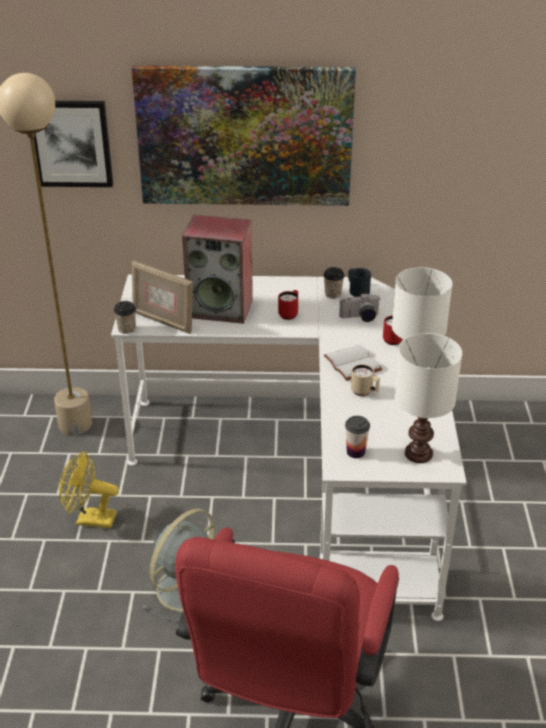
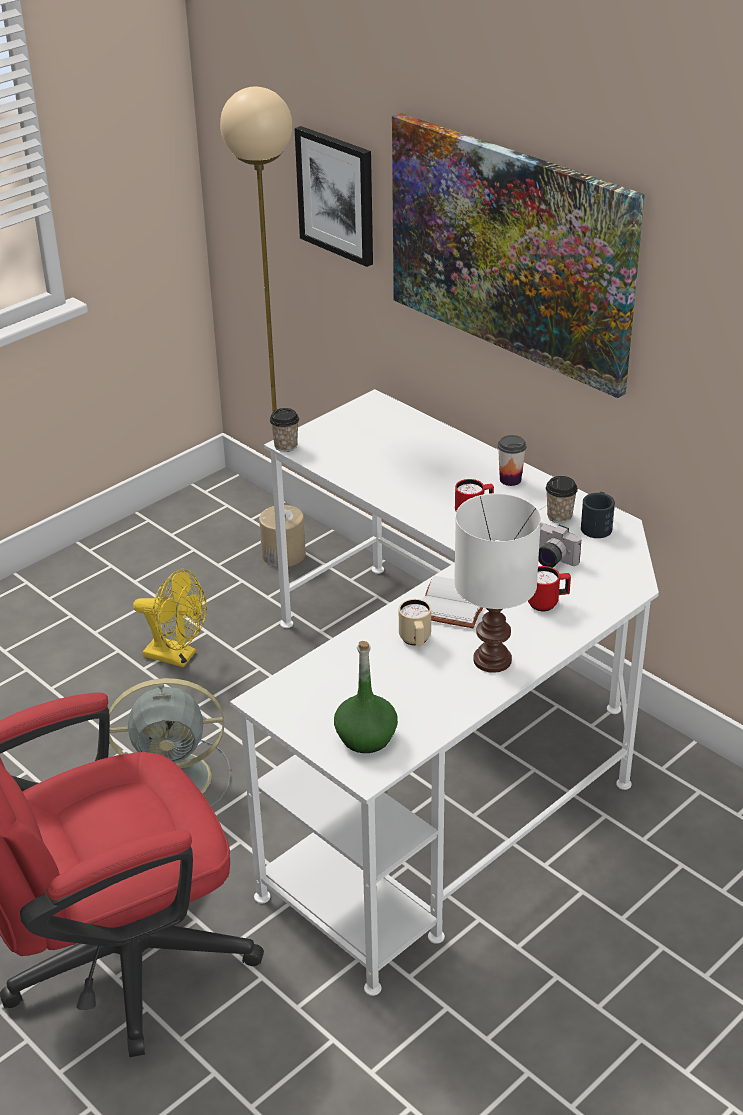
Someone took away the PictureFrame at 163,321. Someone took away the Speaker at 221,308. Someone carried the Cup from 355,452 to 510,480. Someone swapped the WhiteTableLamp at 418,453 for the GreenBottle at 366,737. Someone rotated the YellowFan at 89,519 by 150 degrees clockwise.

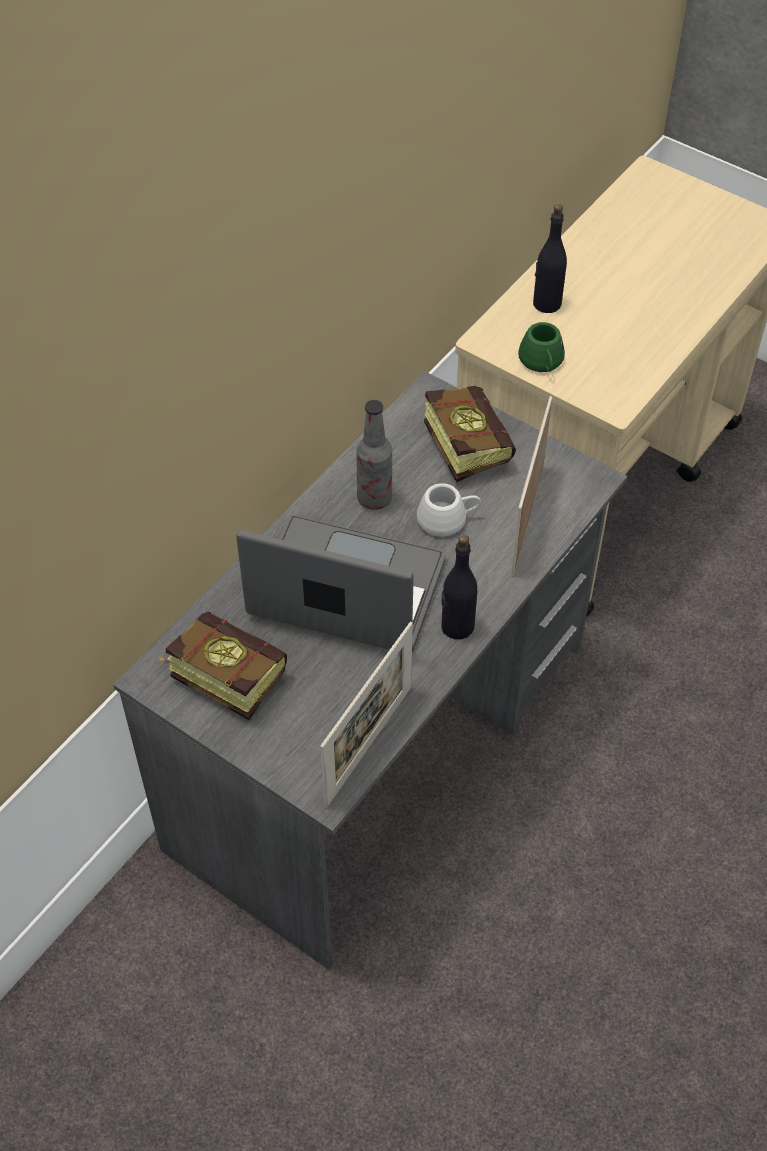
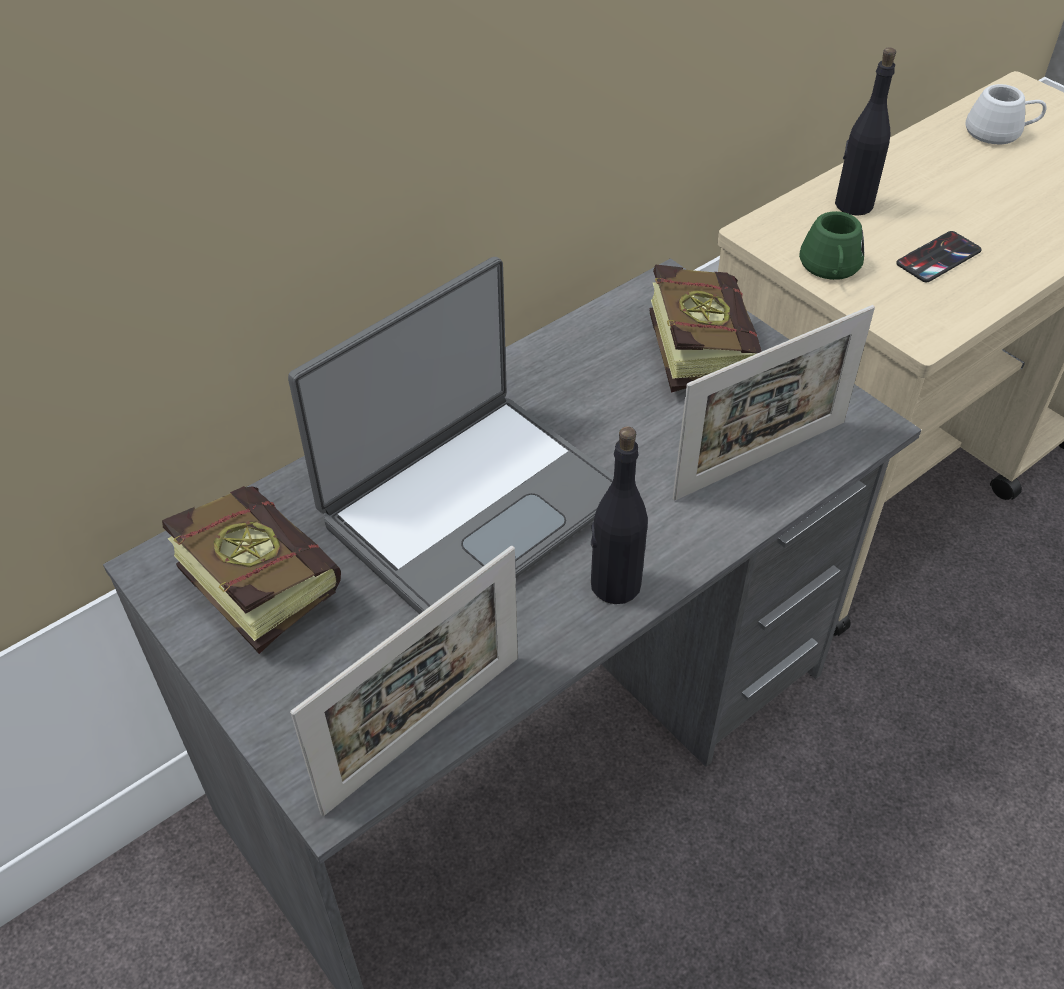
Someone took away the Bottle at 374,498. Someone put down the Phone at 938,257. Someone carried the WhiteMug from 448,519 to 1000,132. Someone rotated the Laptop at 345,592 by 105 degrees clockwise. Someone rotated the PictureFrame at 527,519 by 150 degrees counterclockwise.

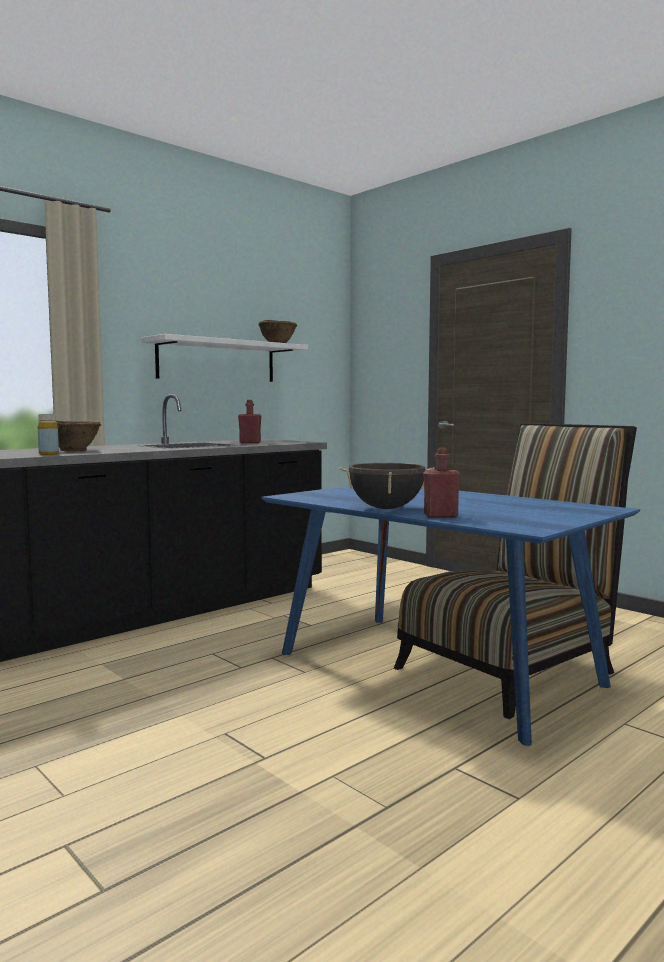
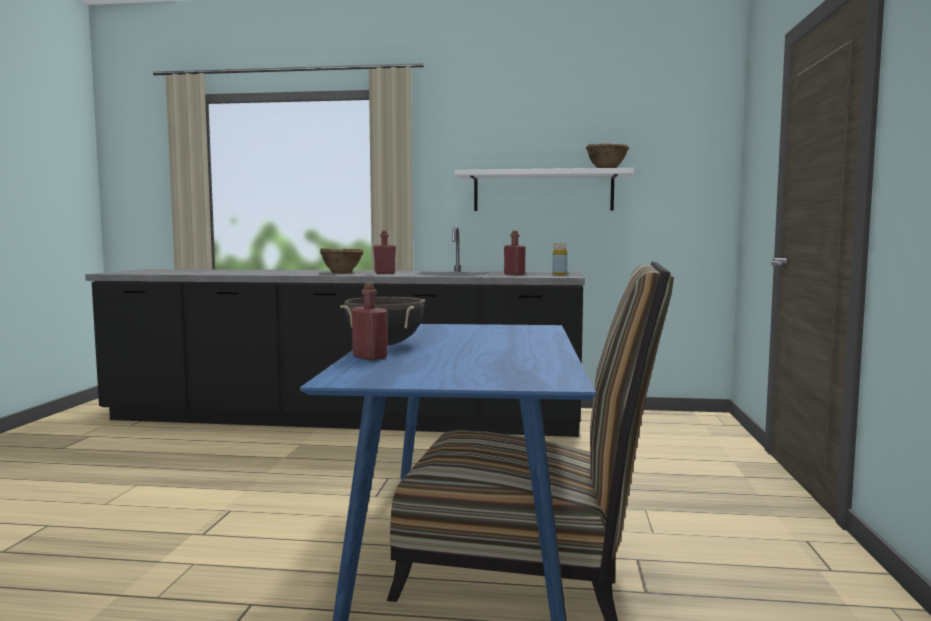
Someone put down the RedBottle at 384,273. Someone carried the YellowBottle from 49,454 to 559,274.

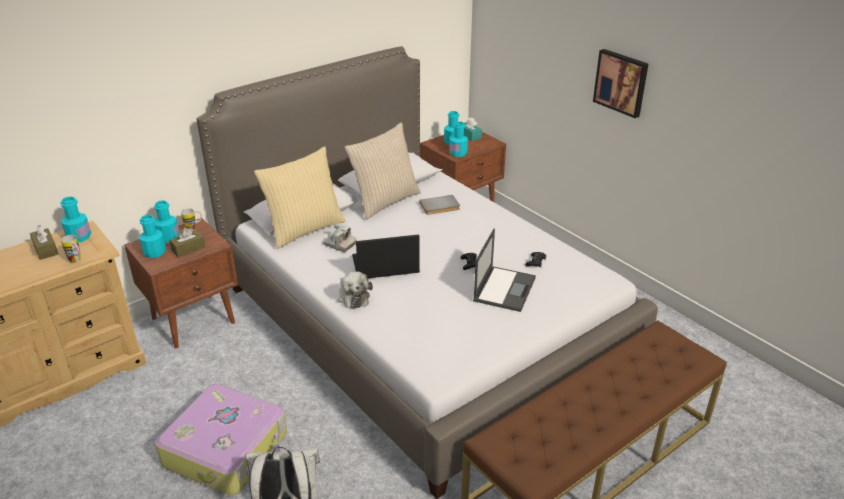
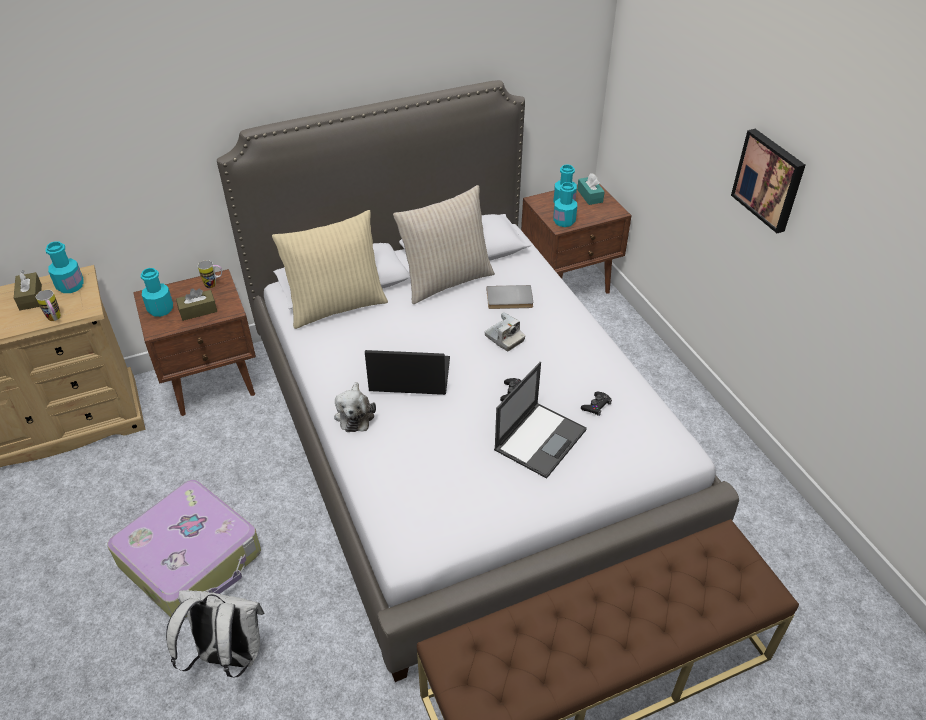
Someone took away the TurquoiseBottle at 168,237. Someone carried the PhotoCamera from 339,244 to 504,338.

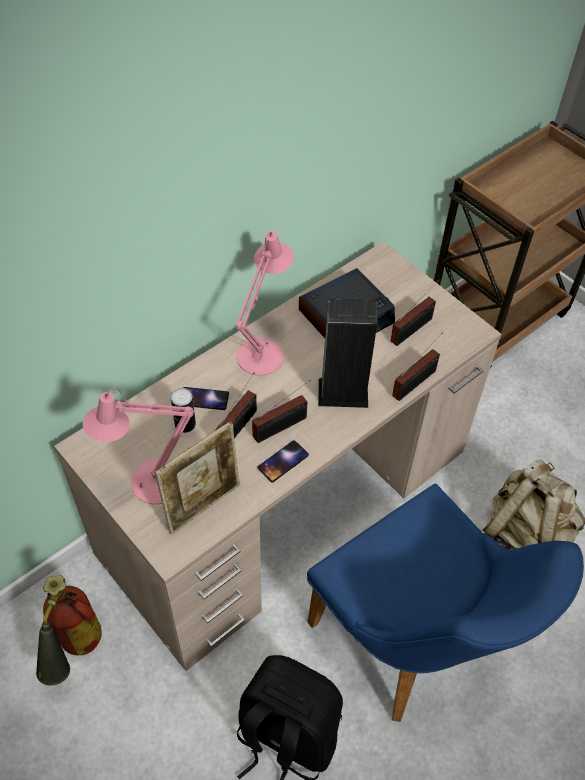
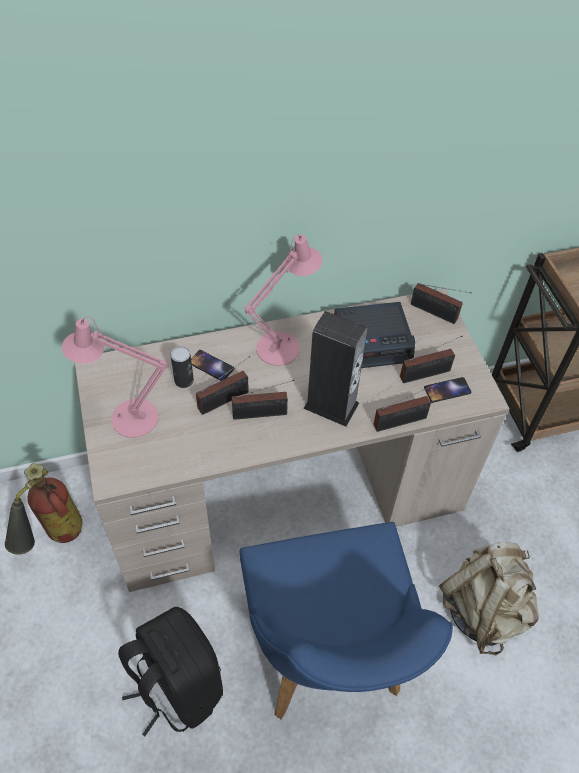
Someone took away the PictureFrame at 203,505. Someone put down the Radio at 436,313. Someone carried the Phone from 283,461 to 447,390.

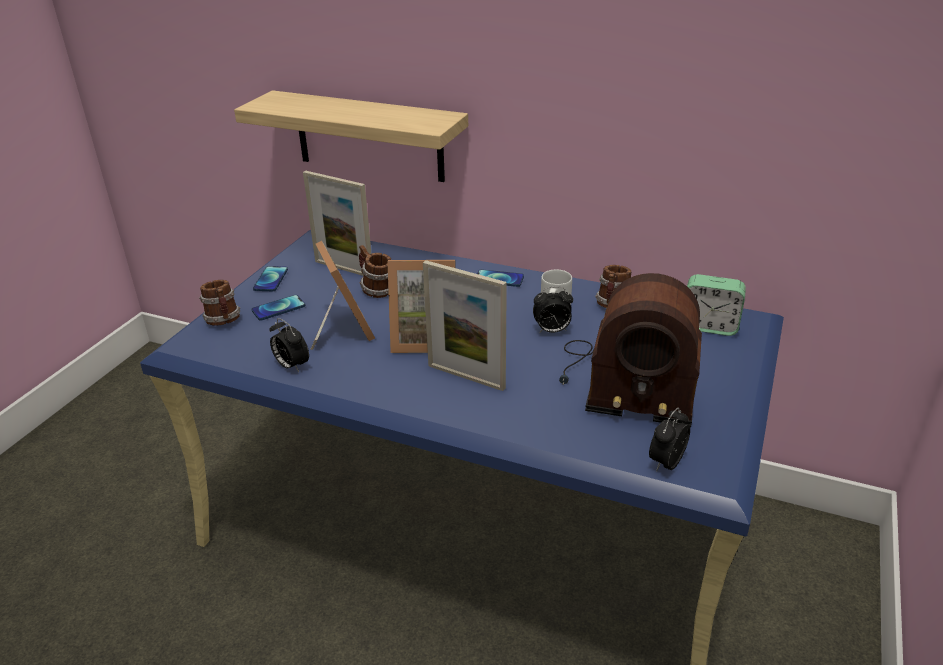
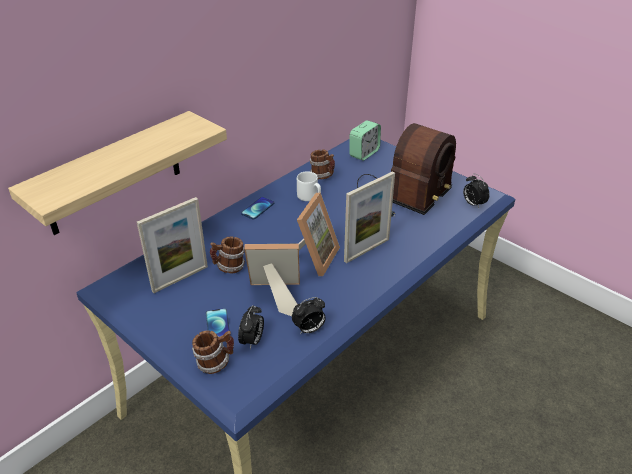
Someone took away the Phone at 271,279. Someone carried the AlarmClock from 551,331 to 252,341.

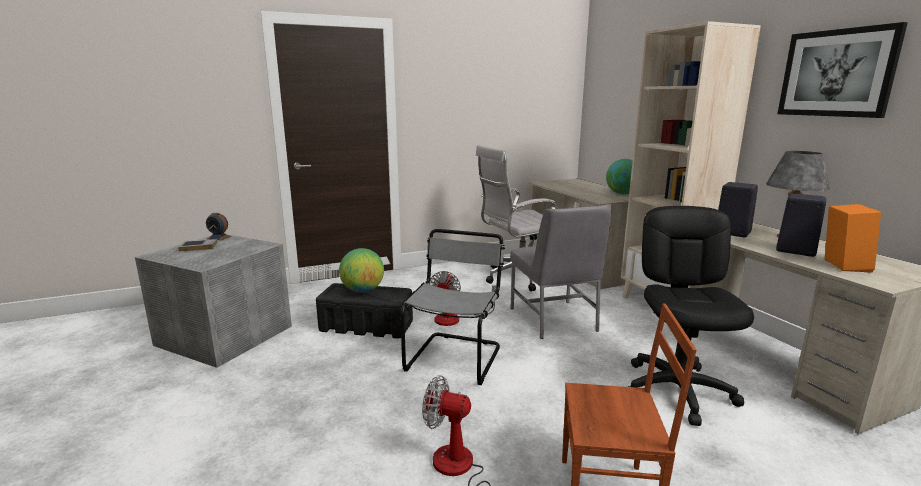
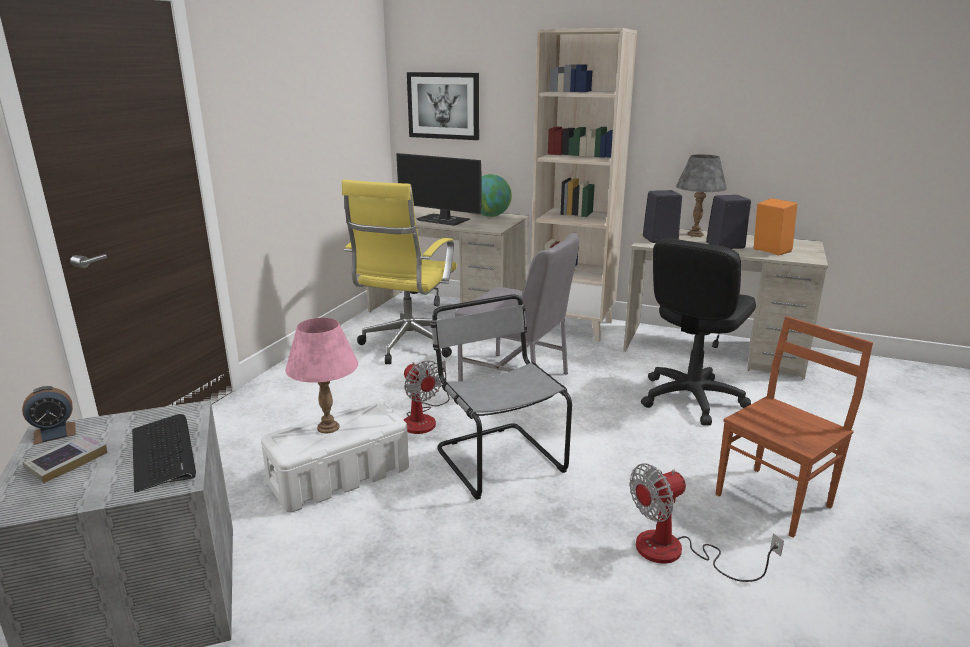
Someone put down the Keyboard at 163,452. Someone put down the Monitor at 444,220. Someone carried the Picture from 836,73 to 443,105. Someone swapped the Globe at 363,290 for the PinkTableLamp at 328,427. Someone repainted the BlackStorageBox at 367,326, which became the WhiteStorageBox at 340,475. Someone repainted the WhiteOfficeChair at 517,277, which became the YellowOfficeChair at 406,346. Someone rotated the BlackOfficeChair at 677,390 by 105 degrees counterclockwise.

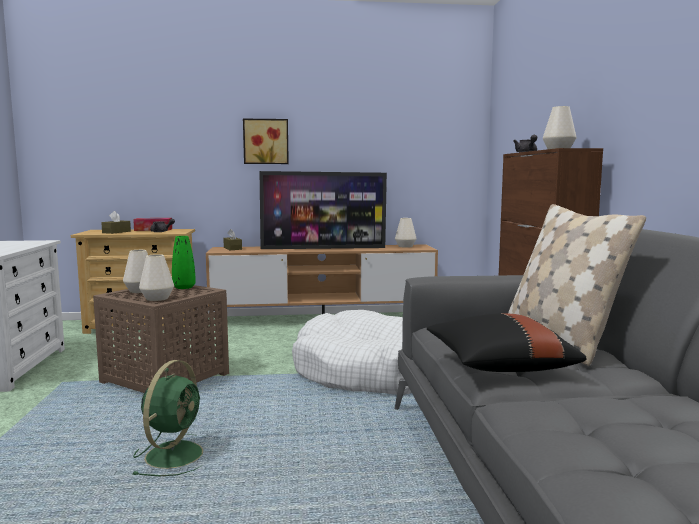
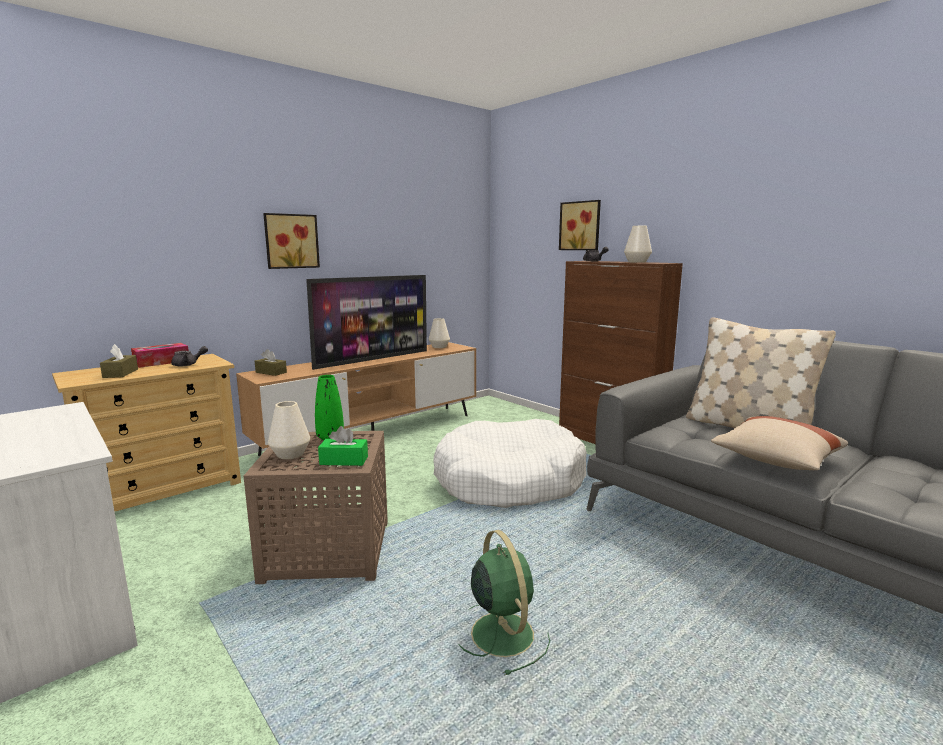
Someone put up the Picture at 581,226. Someone swapped the WhiteVase at 157,298 for the GreenTissueBox at 344,460. Someone repainted the BlackPillow at 498,366, which became the BeigePillow at 775,461.

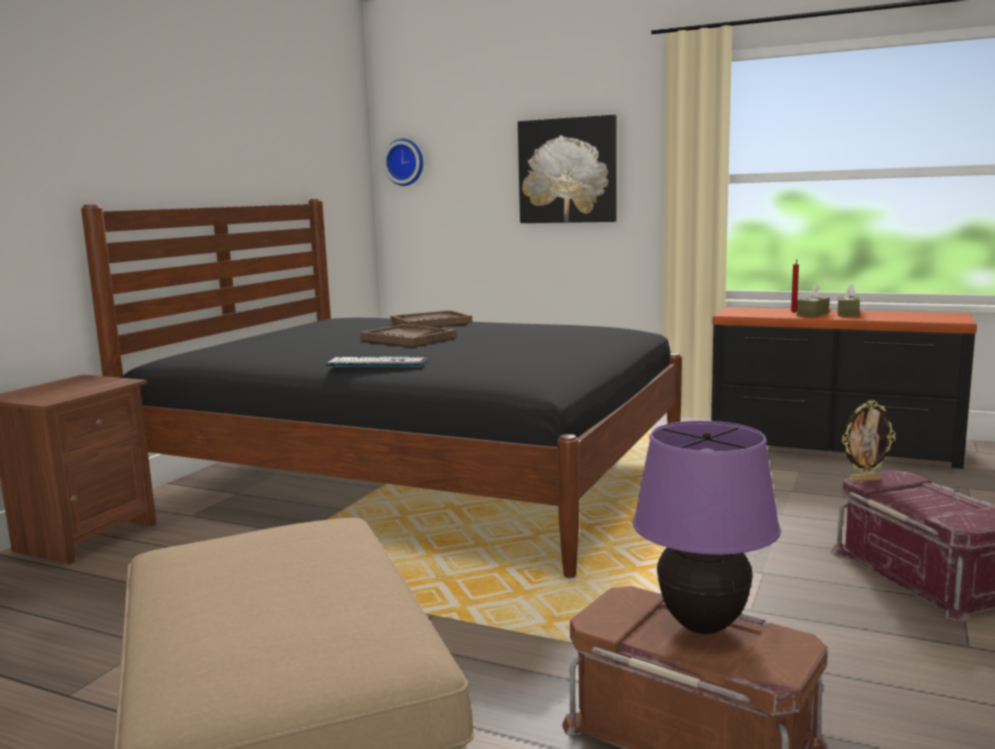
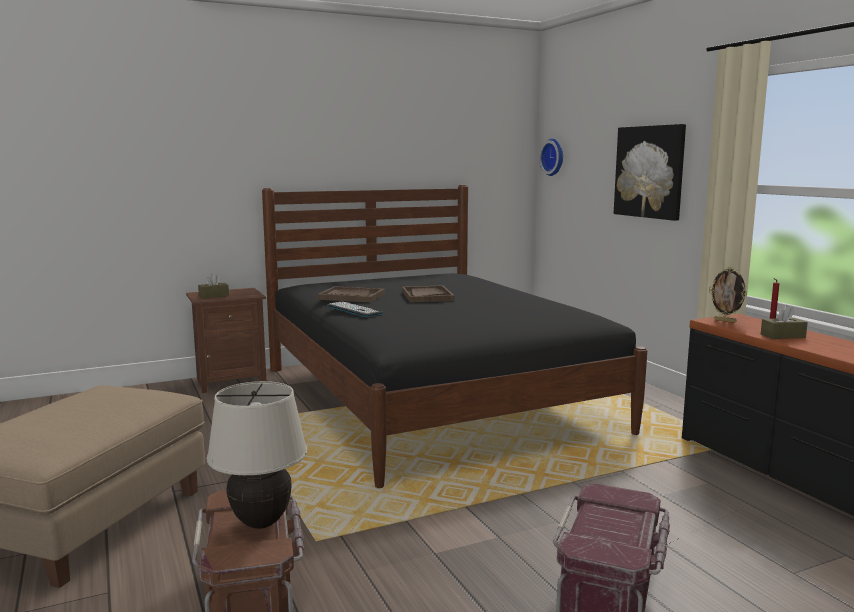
Someone carried the BrownTray from 430,322 to 351,296. Someone carried the BrownTissueBox from 847,313 to 214,296. Someone carried the PictureFrame from 865,479 to 725,321. Someone repainted the PurpleTableLamp at 703,626, which became the BeigeTableLamp at 260,523.

